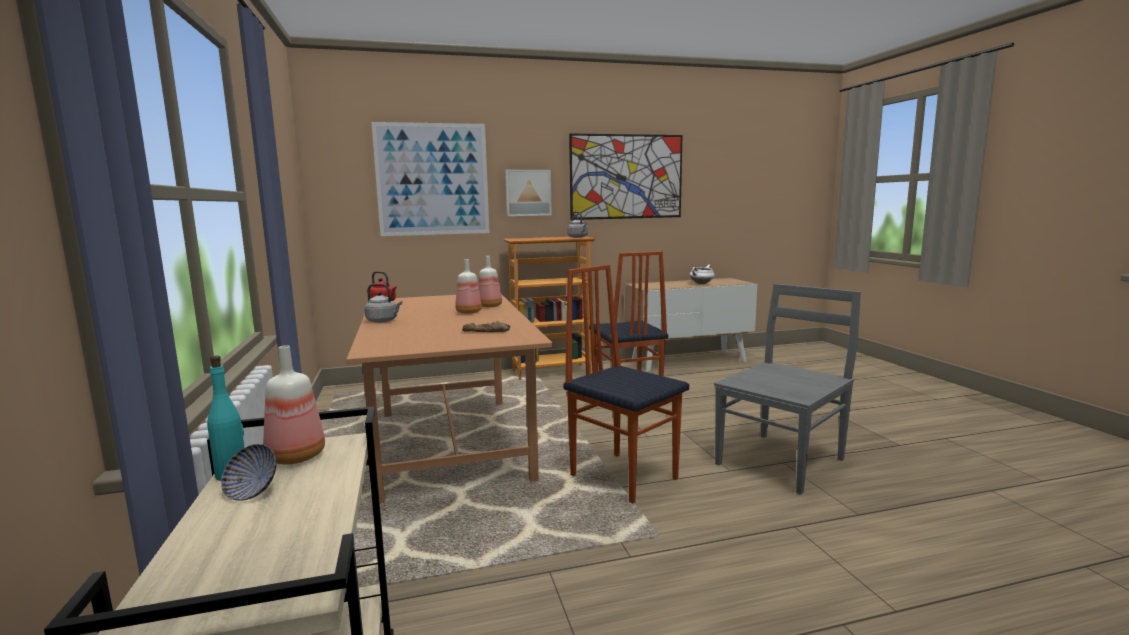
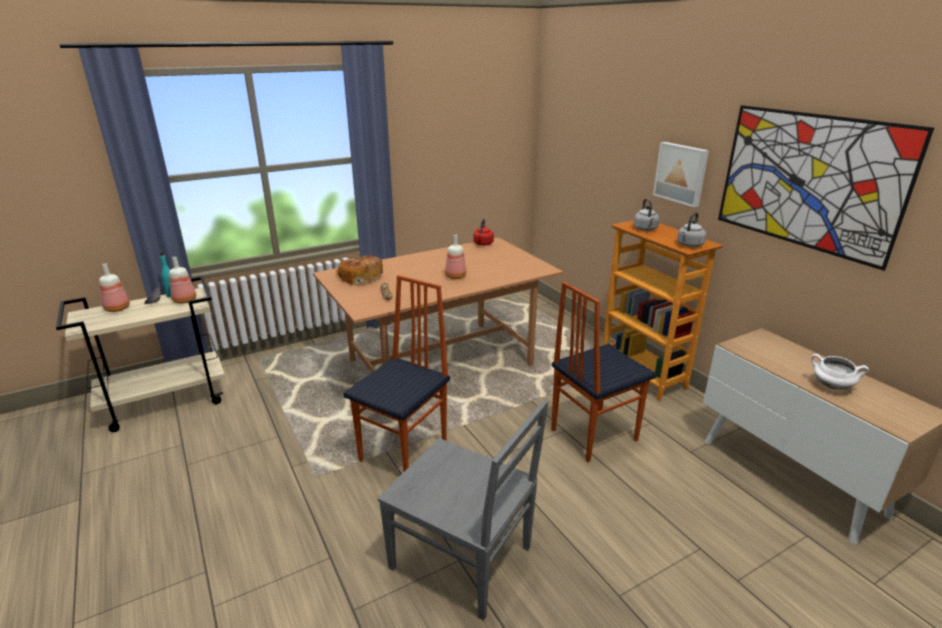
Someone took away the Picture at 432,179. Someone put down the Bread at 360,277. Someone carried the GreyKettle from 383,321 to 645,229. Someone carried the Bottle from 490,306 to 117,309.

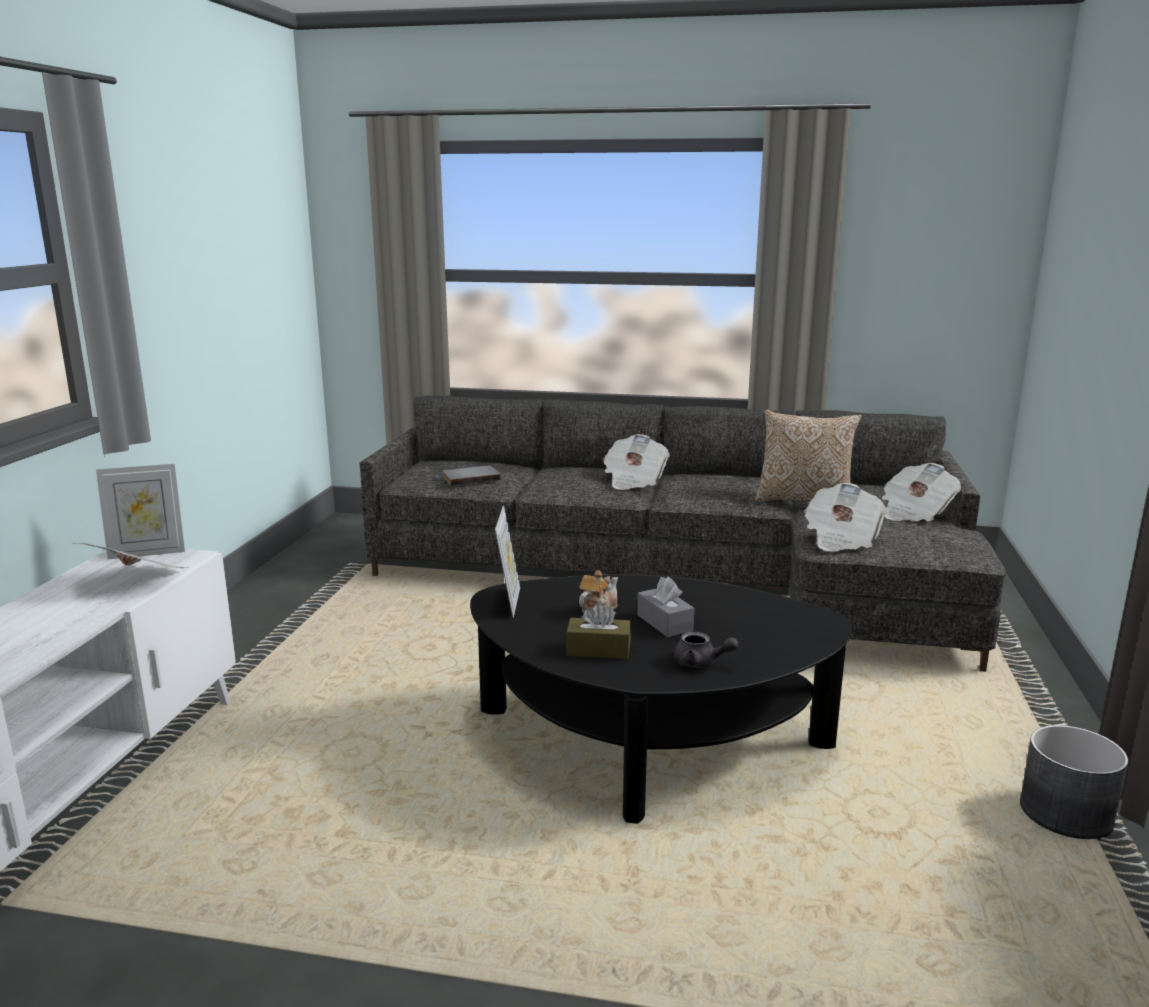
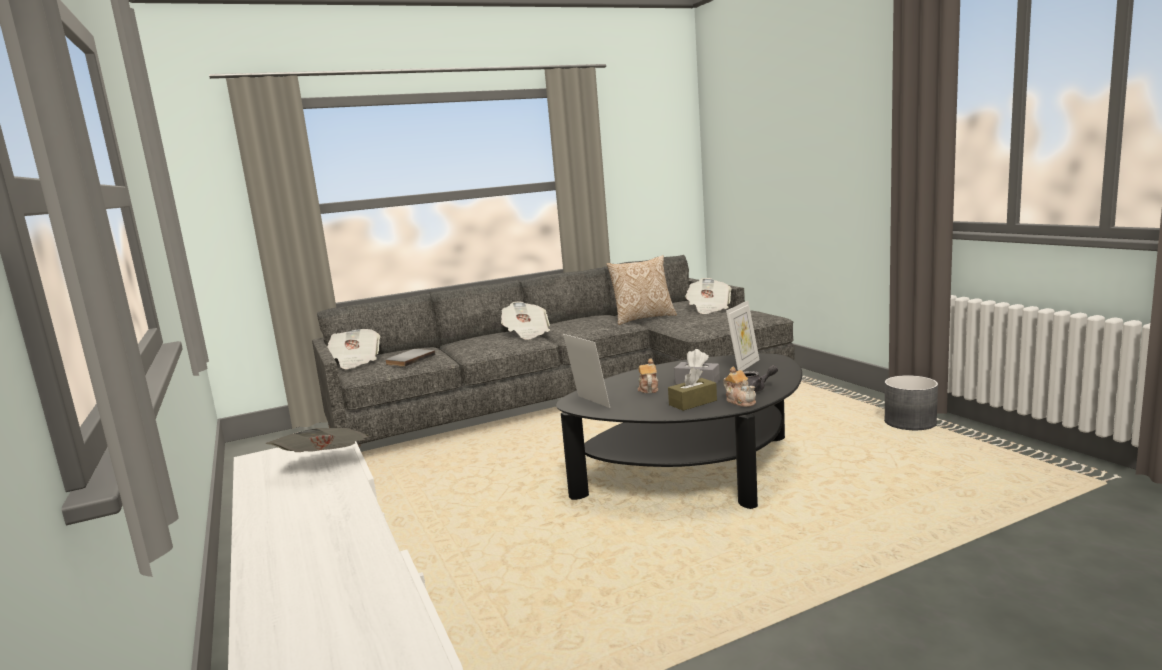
Someone put down the Teapot at 740,401. Someone carried the PictureFrame from 147,553 to 744,366. Someone carried the Newspaper from 841,539 to 355,361.

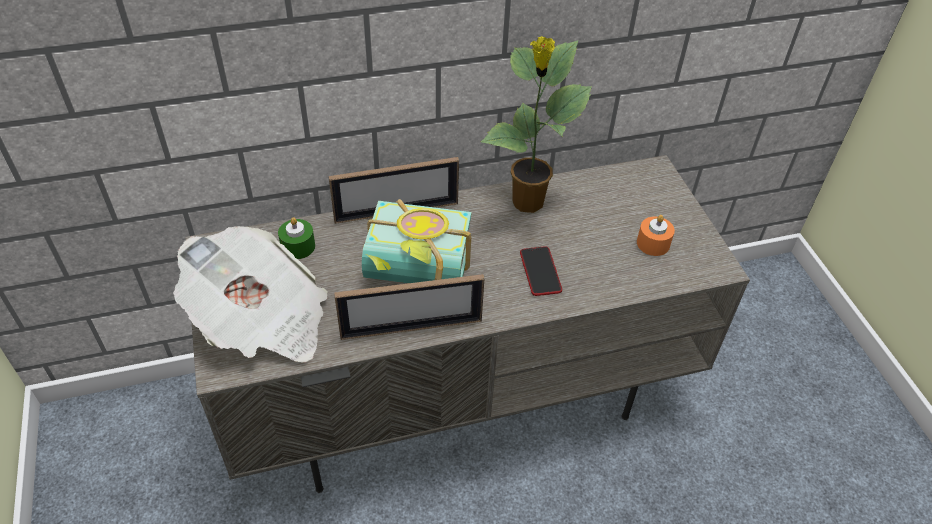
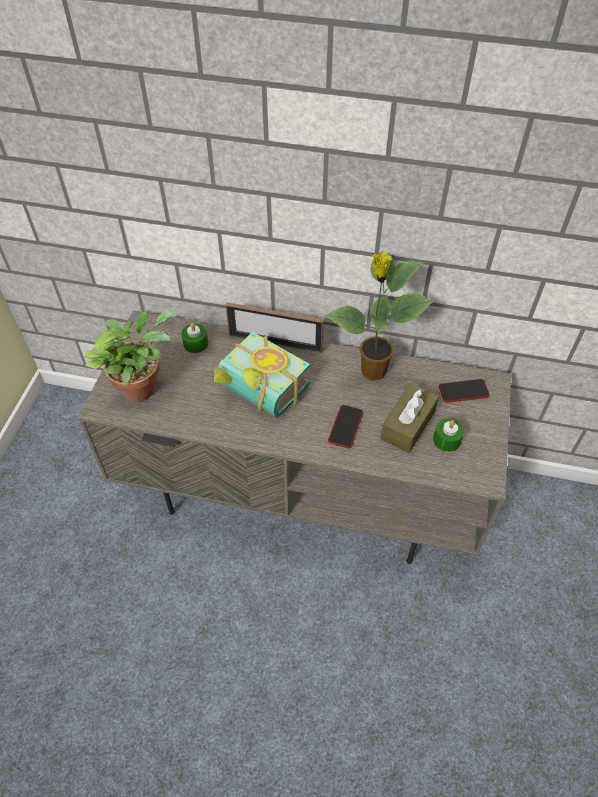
Someone took away the PictureFrame at 411,328. Someone put down the BrownTissueBox at 408,425. Someone put down the Phone at 463,391. Someone swapped the Newspaper at 262,320 for the PottedPlant at 142,386. Someone repainted the OrangeCandle at 653,243, which became the GreenCandle at 446,440.

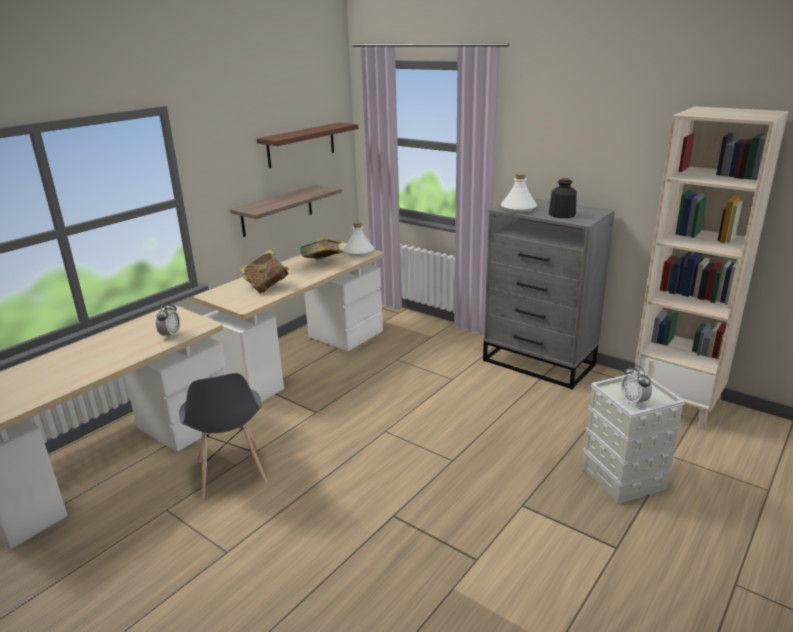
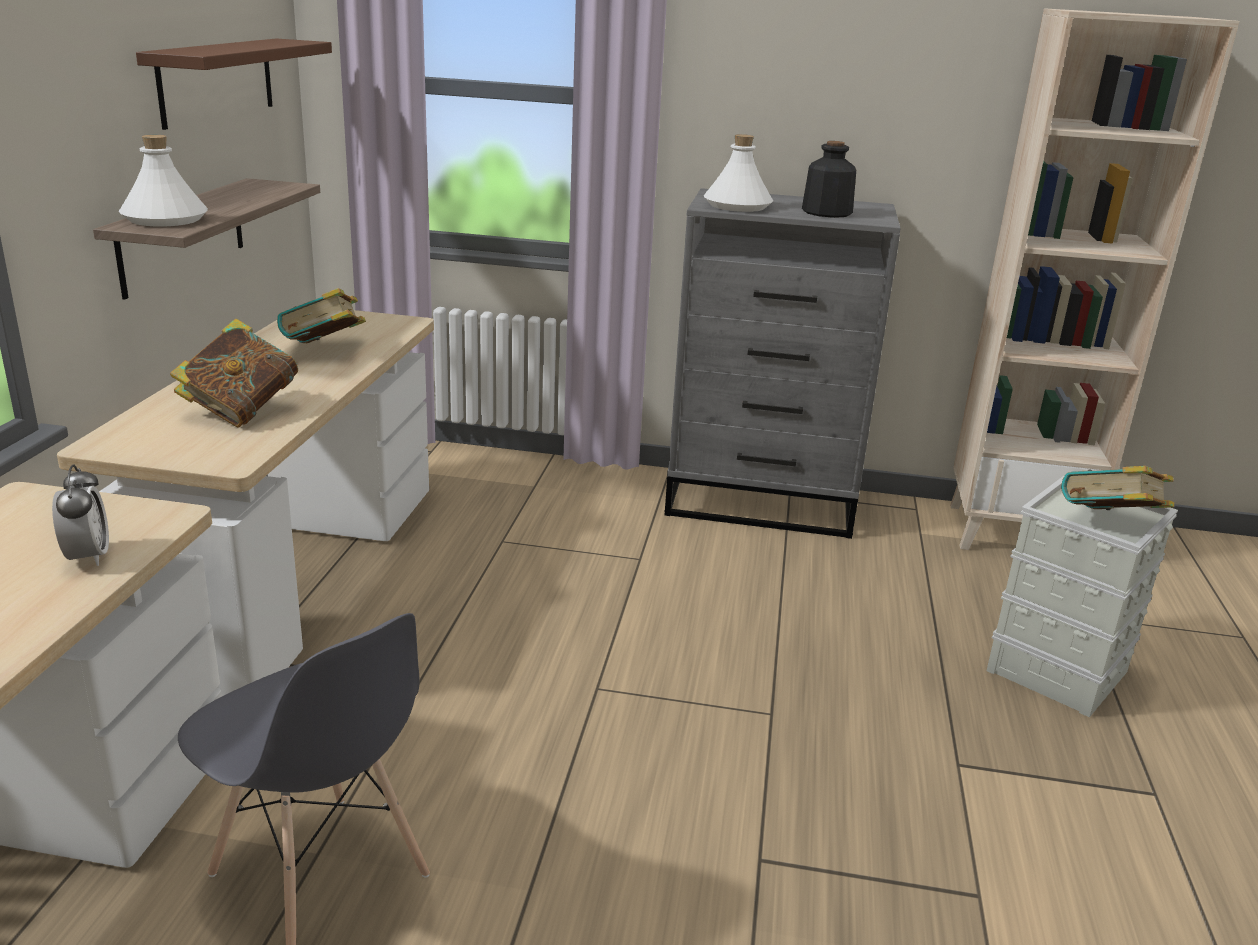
Someone carried the WhiteBottle from 358,252 to 165,219. Someone swapped the AlarmClock at 634,401 for the Book at 1108,526.

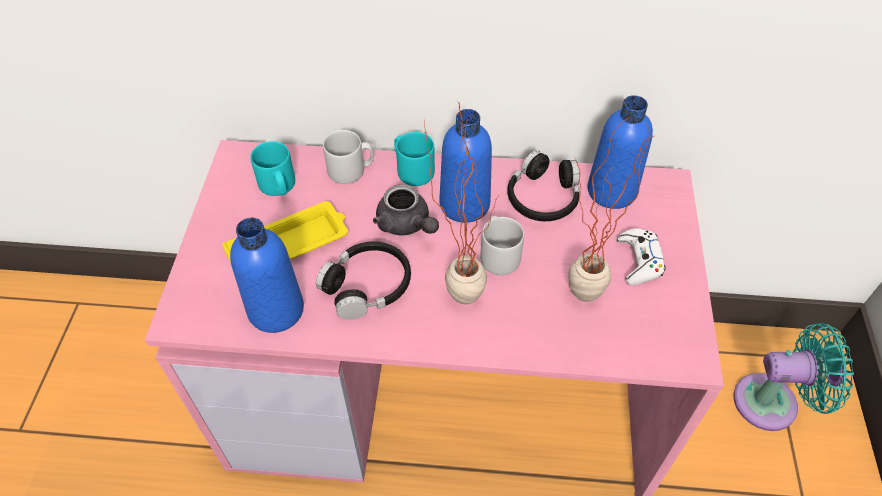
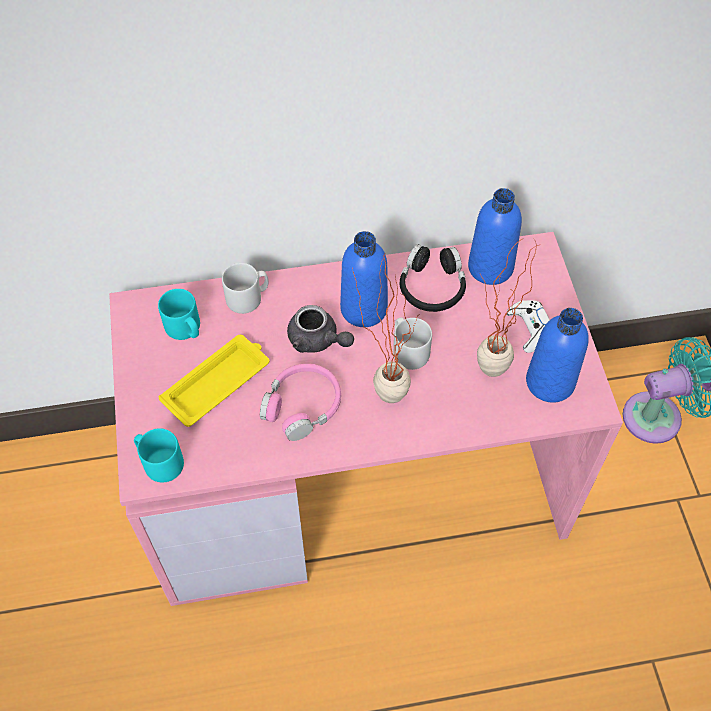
Someone carried the BlueBottle from 276,310 to 550,382. Someone carried the TurquoiseMug from 412,170 to 160,462. Someone repainted the BlackHeadphones at 367,286, which became the PinkHeadphones at 302,406.

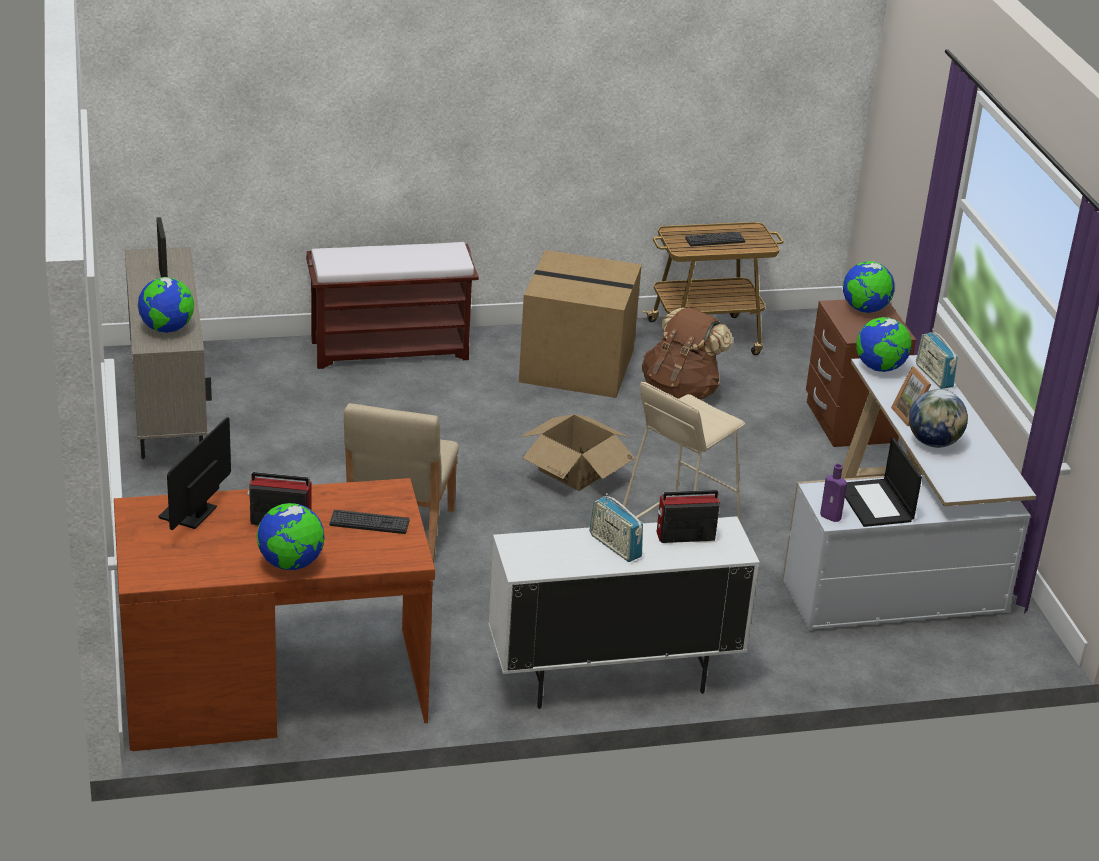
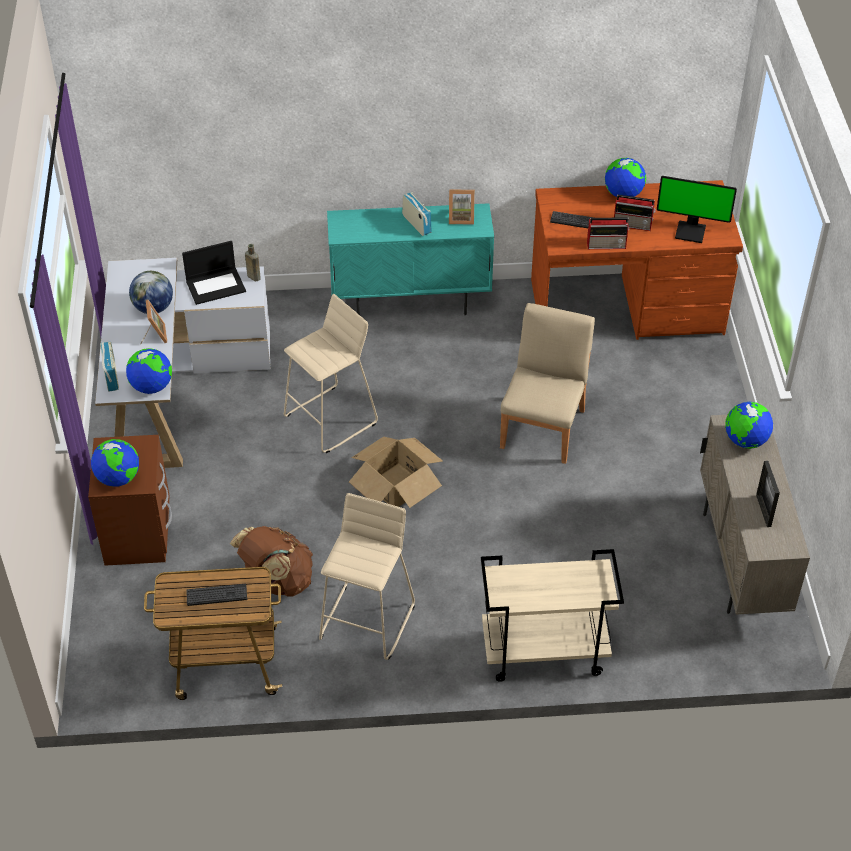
Someone put down the PictureFrame at 461,218. Someone carried the Radio from 684,536 to 607,245. Someone swapped the BrownBench at 391,349 for the BeigeCart at 543,653. Someone swapped the CardboardBox at 575,366 for the BeigeStool at 367,622. Someone repainted the WhiteCabinet at 612,679, which became the TurquoiseCabinet at 411,302. Someone repainted the PurpleBottle at 832,517, which became the BrownBottle at 253,276. Someone rotated the Monitor at 190,514 by 75 degrees clockwise. Someone rotated the Laptop at 876,504 by 75 degrees clockwise.

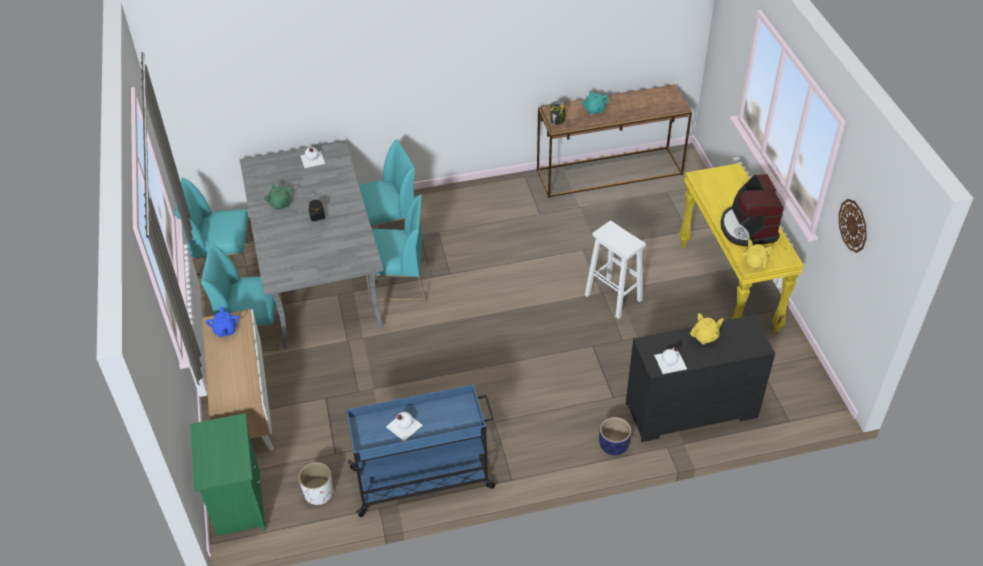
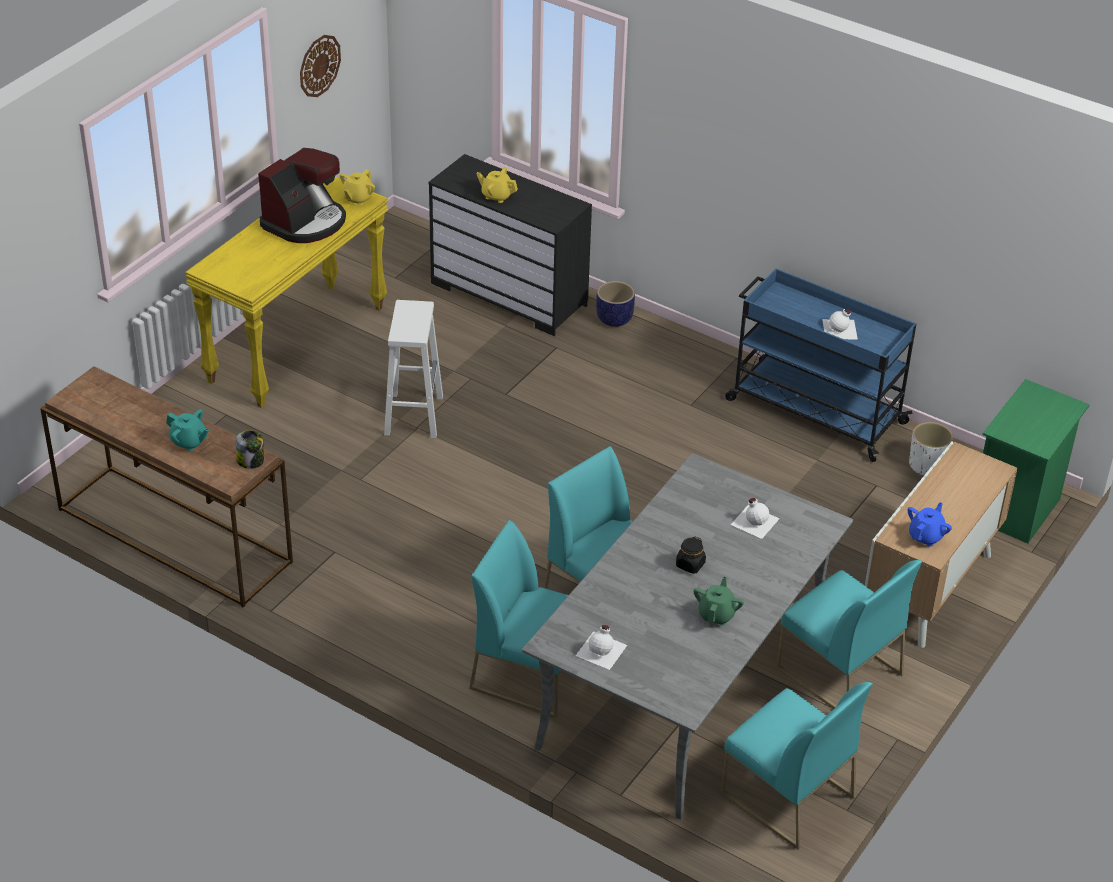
Someone carried the WhiteBottle from 671,362 to 754,520.

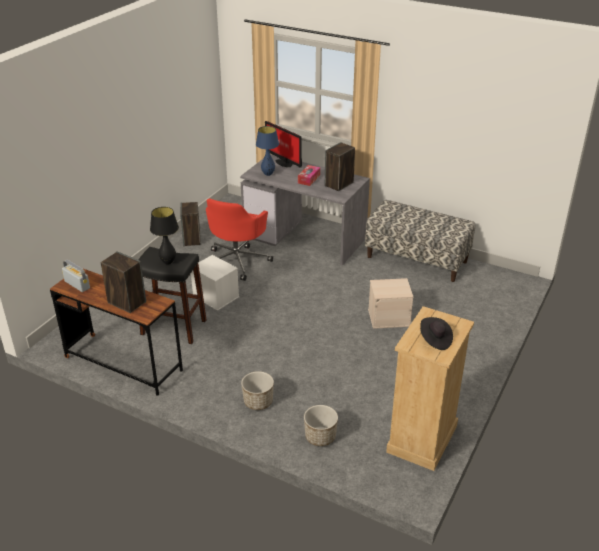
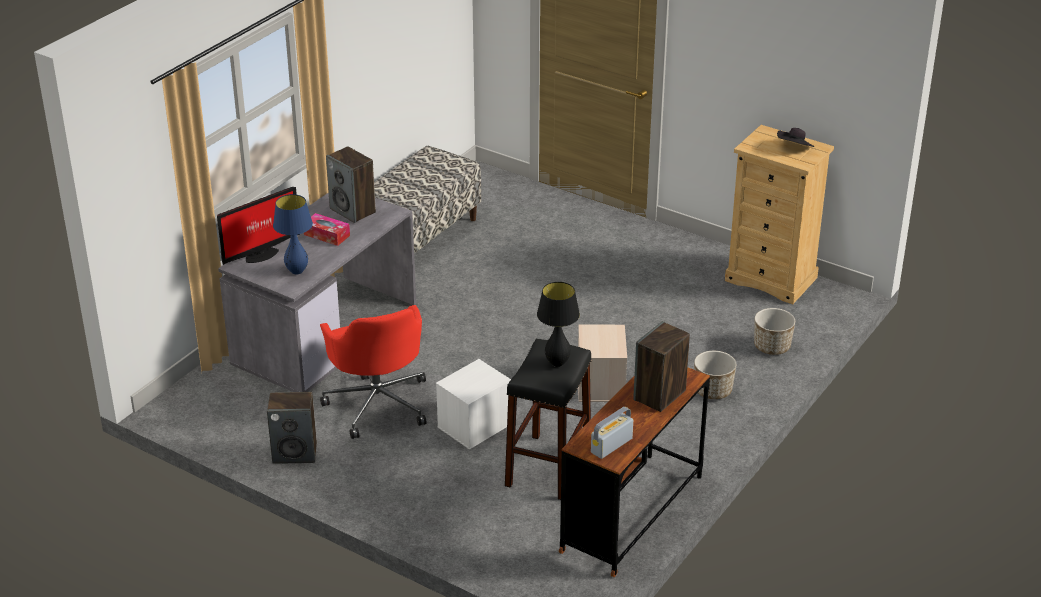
Someone carried the BeigeStorageBox from 389,317 to 600,384. Someone rotated the RedOfficeChair at 237,261 by 45 degrees clockwise.

